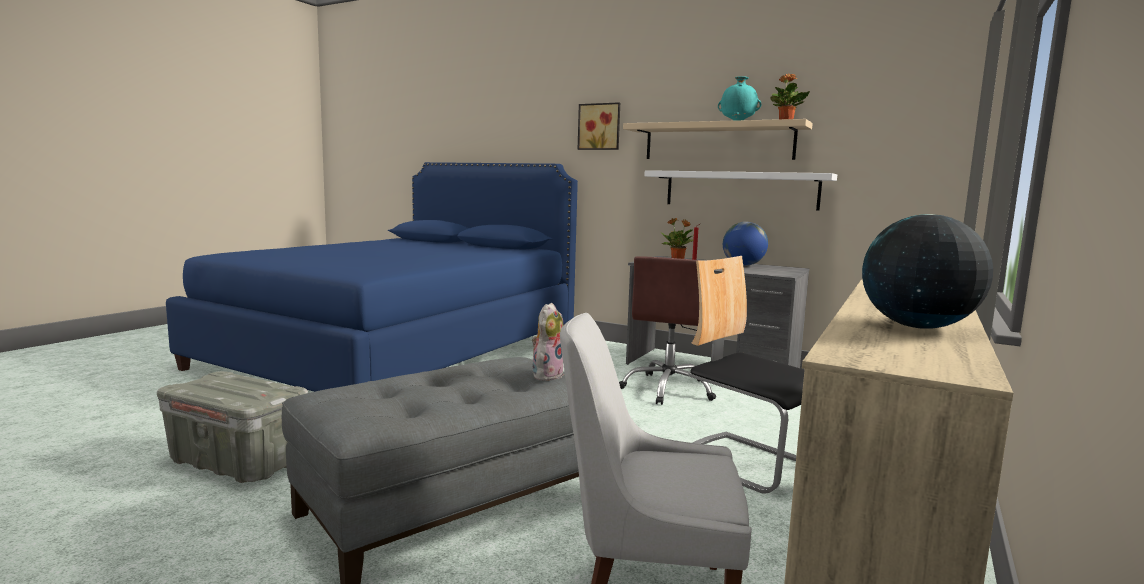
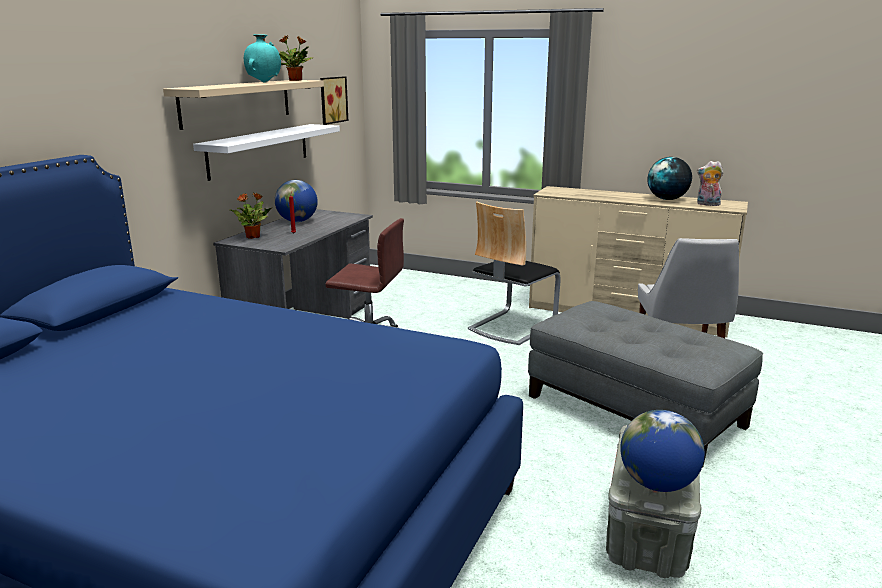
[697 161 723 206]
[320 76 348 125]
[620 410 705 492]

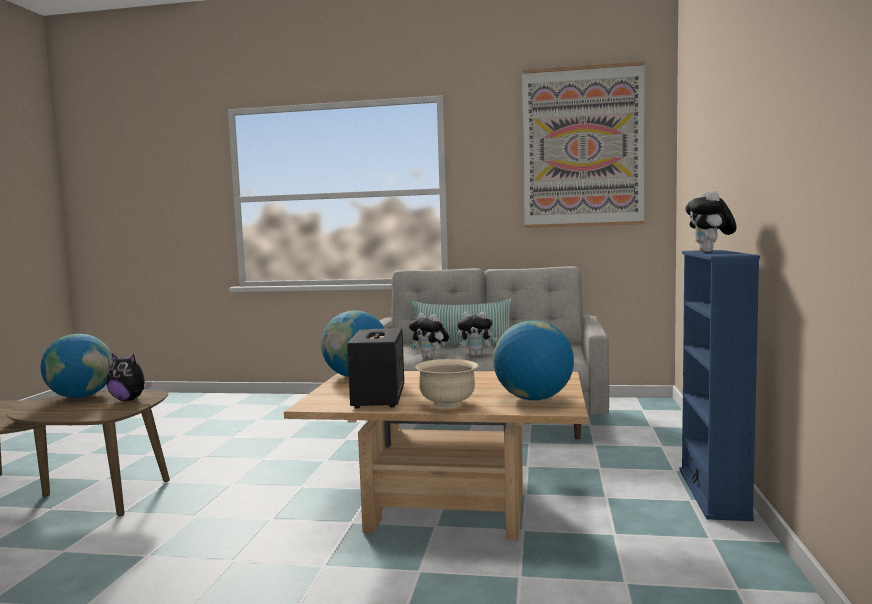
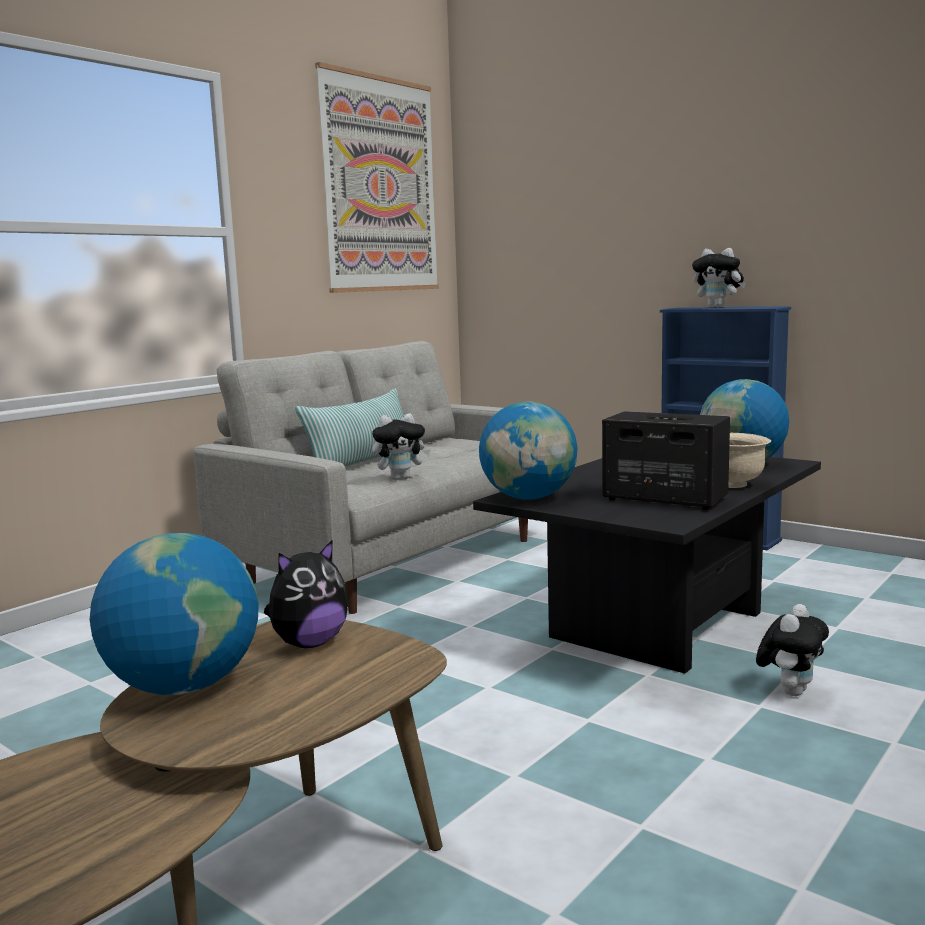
[473 457 821 673]
[756 604 829 696]

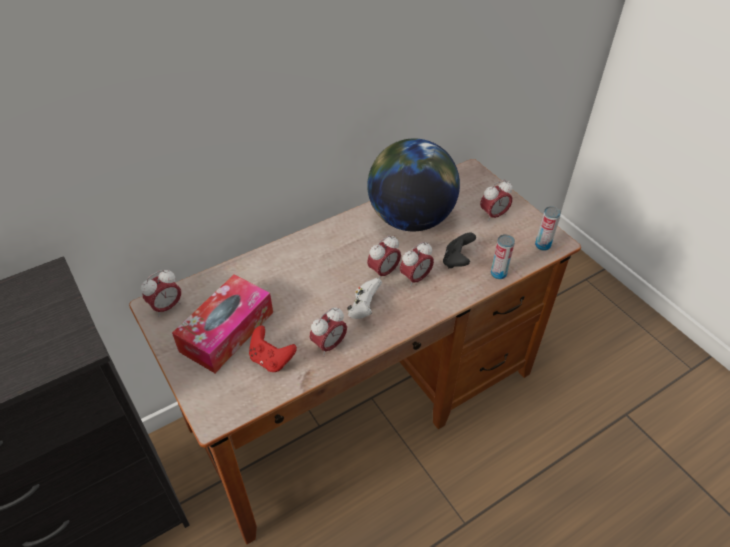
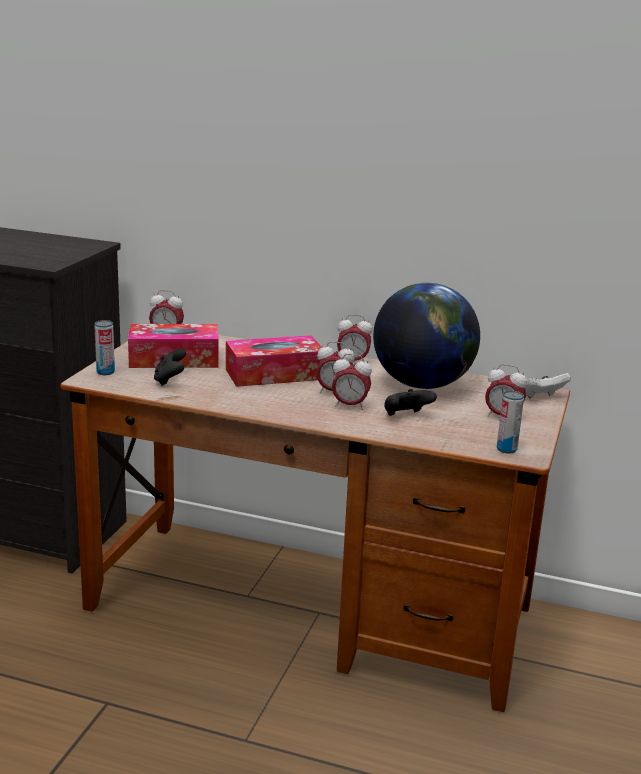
[154 348 186 386]
[337 315 372 361]
[525 373 571 398]
[94 320 115 375]
[226 335 322 387]

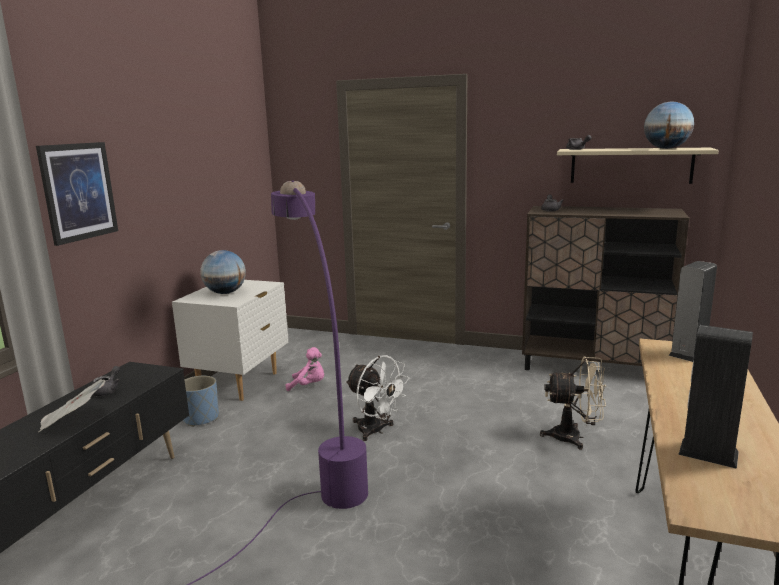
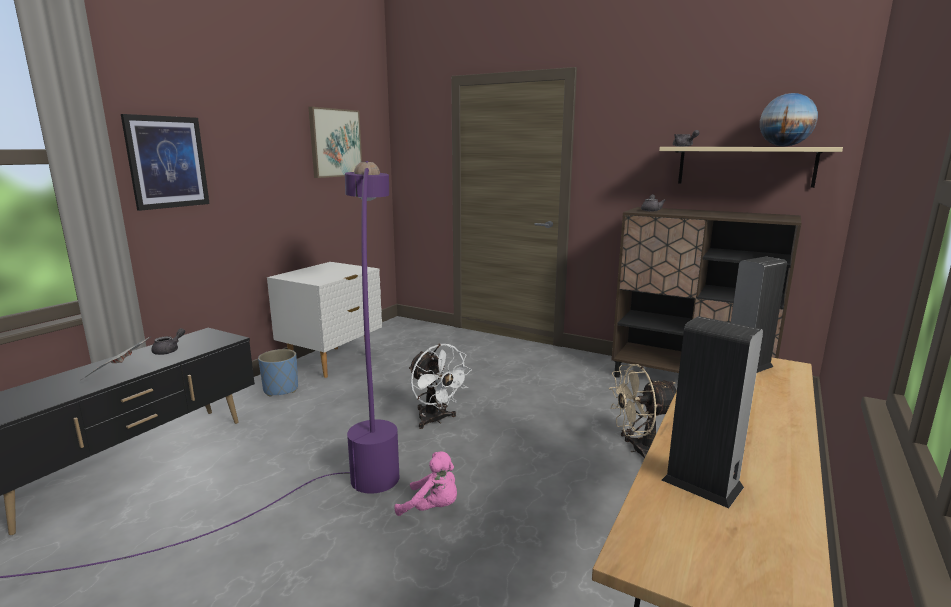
[200 250 246 294] (first image)
[395 451 457 516]
[609 364 677 459]
[308 107 362 178]

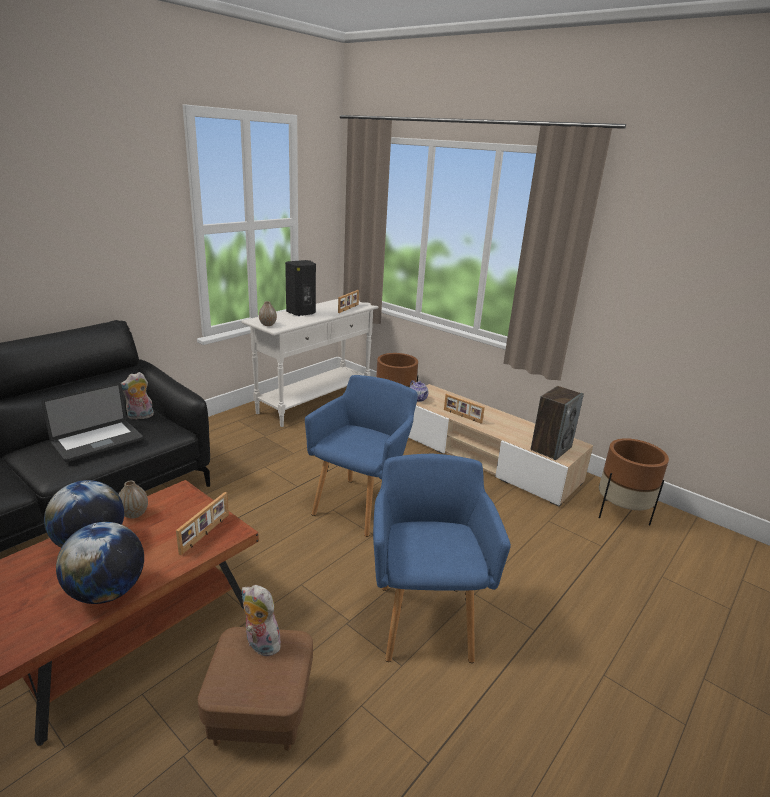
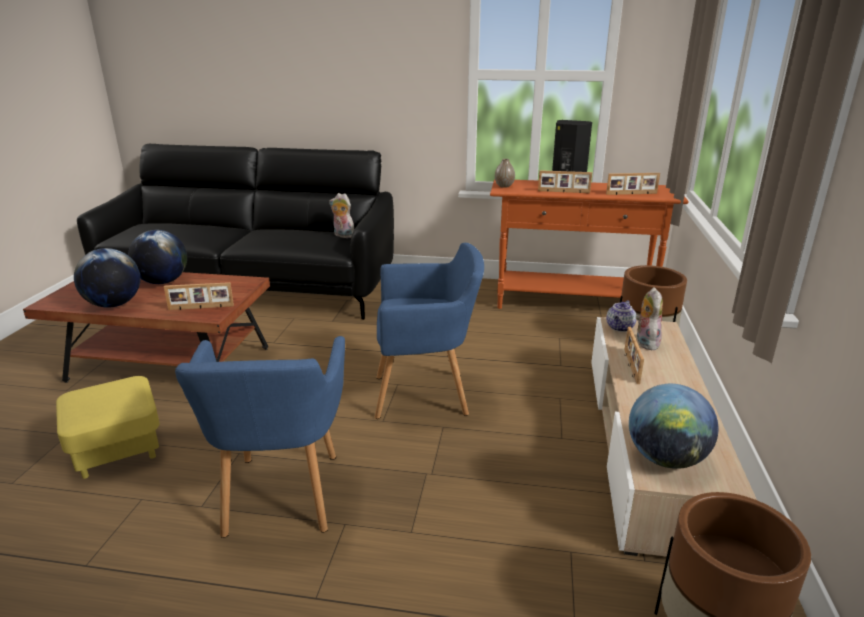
[41 383 143 462] (first image)
[119 480 148 519] (first image)
[56 376 160 479]
[490 179 689 309]
[636 287 663 350]
[175 336 345 538]
[629 384 718 469]
[538 170 592 193]

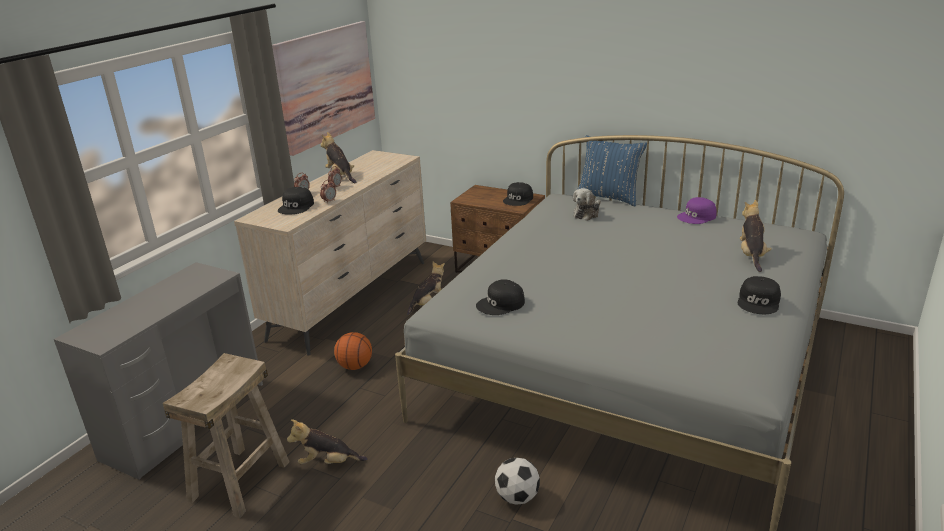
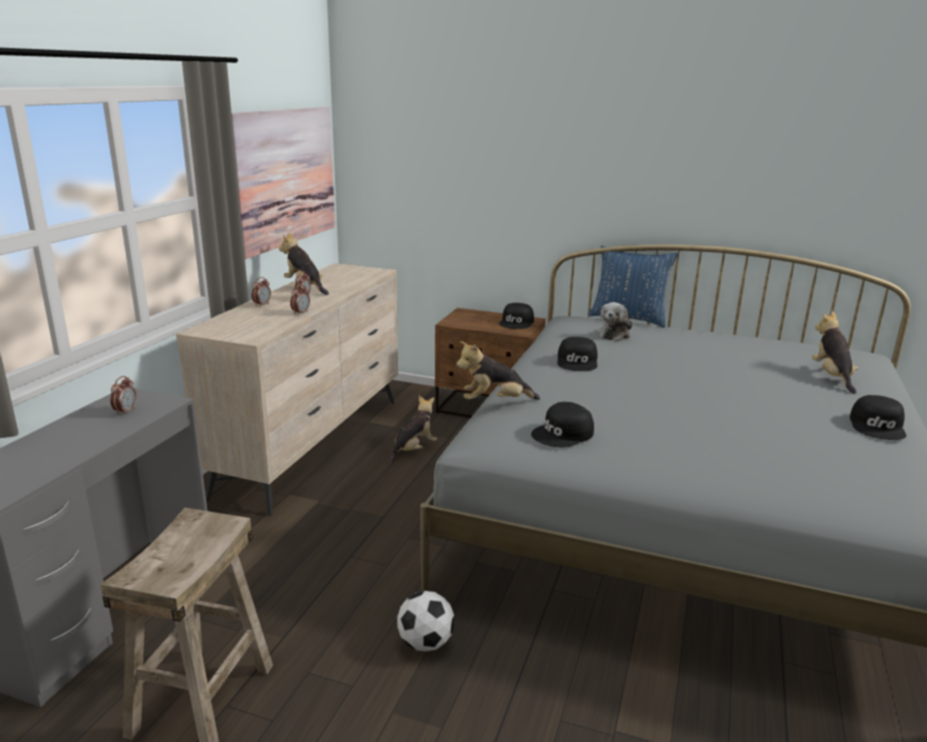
[557 337 598 371]
[456 341 540 400]
[334 332 372 370] (first image)
[397 591 454 651]
[677 197 717 224] (first image)
[110 376 136 416]

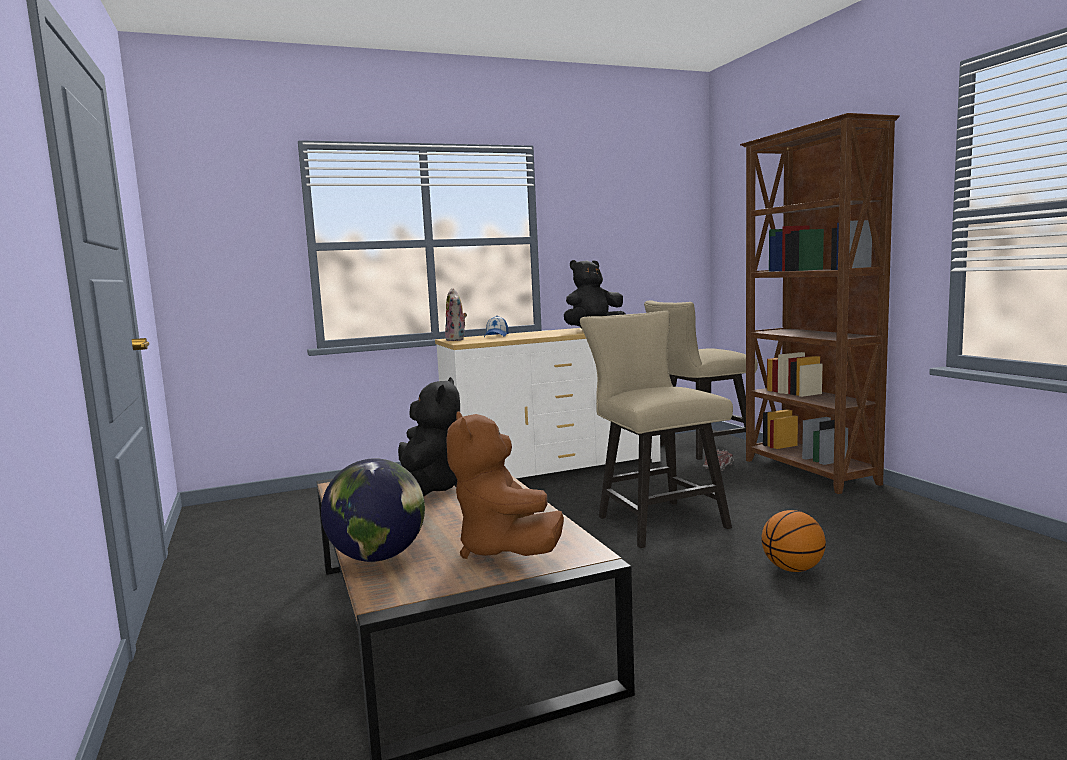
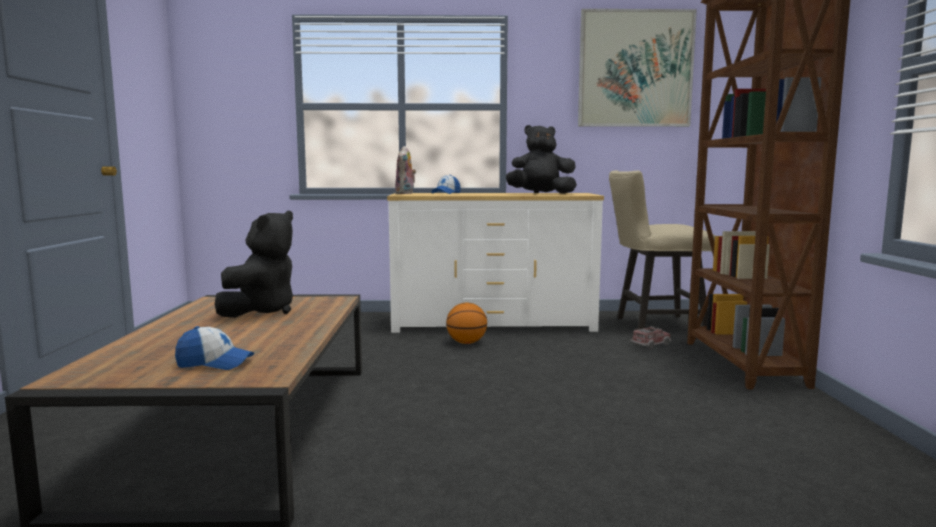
[321 458 425 562] (first image)
[175 326 254 370]
[580 311 733 548] (first image)
[446 303 487 344]
[578 9 697 127]

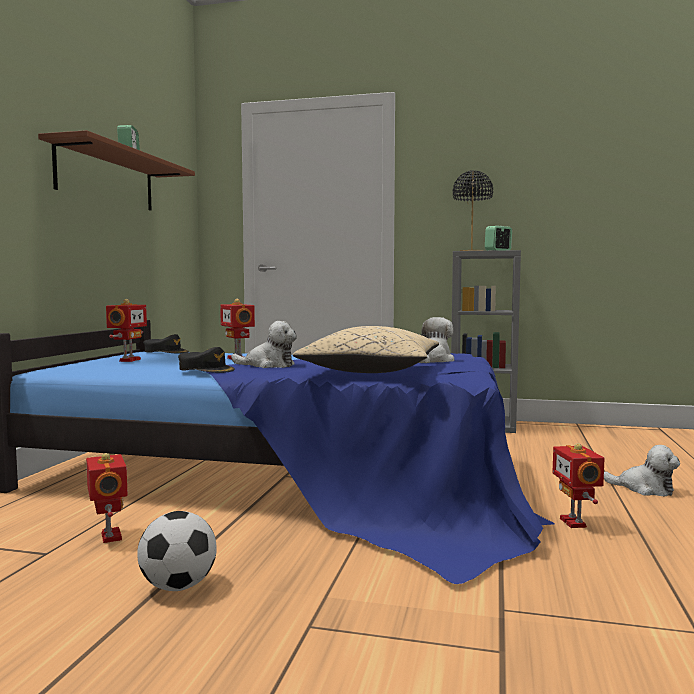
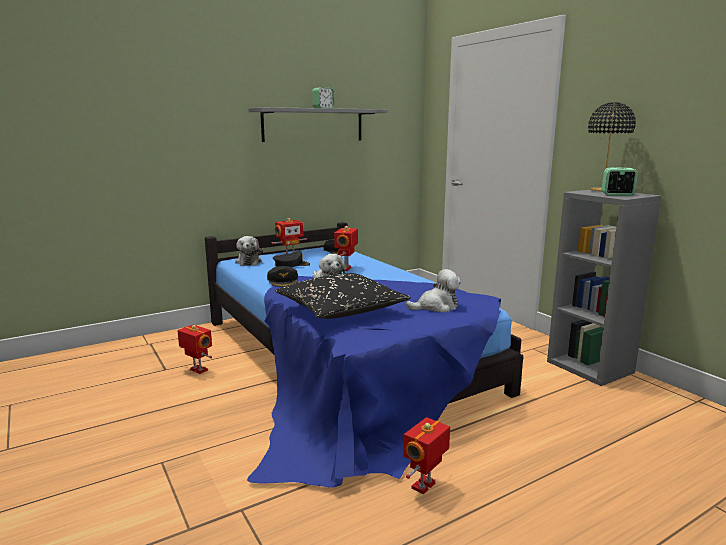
[249 107 388 142]
[177 325 212 374]
[137 511 217 591] (first image)
[275 273 411 319]
[235 236 263 266]
[273 250 310 268]

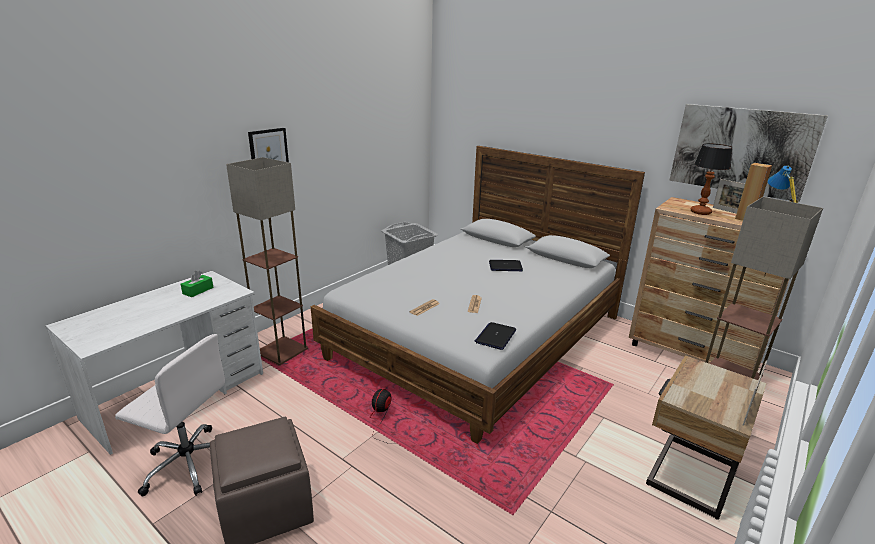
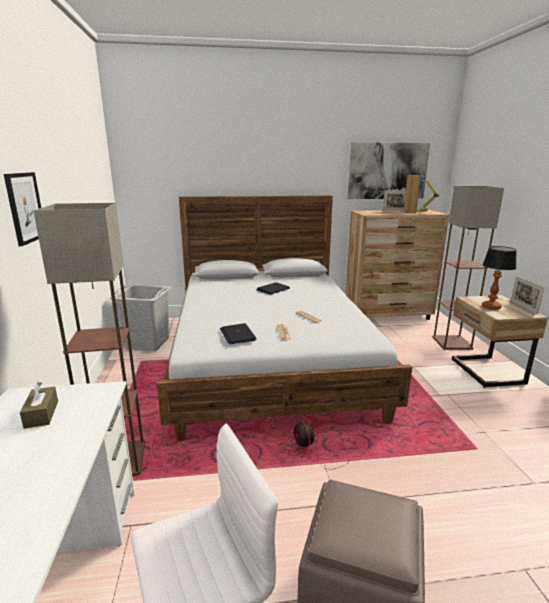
[20 382 58 429]
[220 323 256 344]
[482 246 516 310]

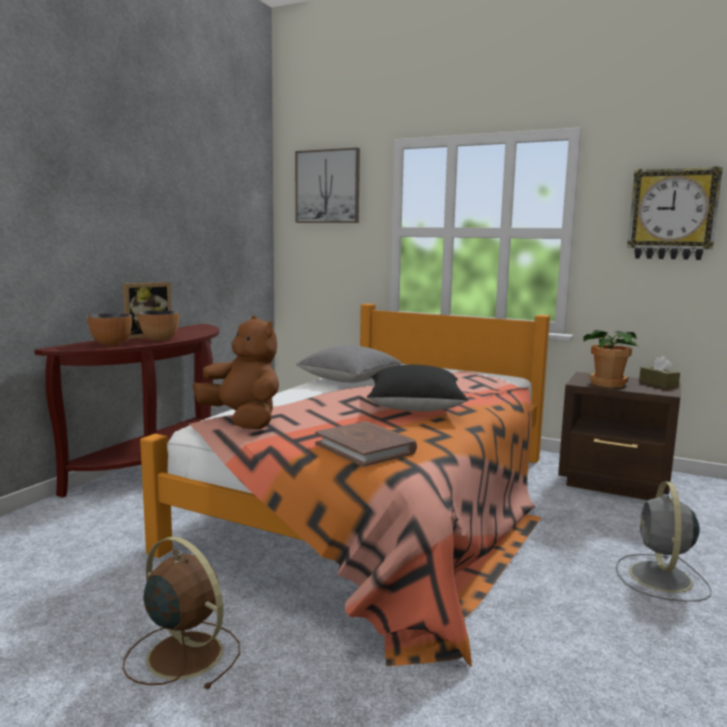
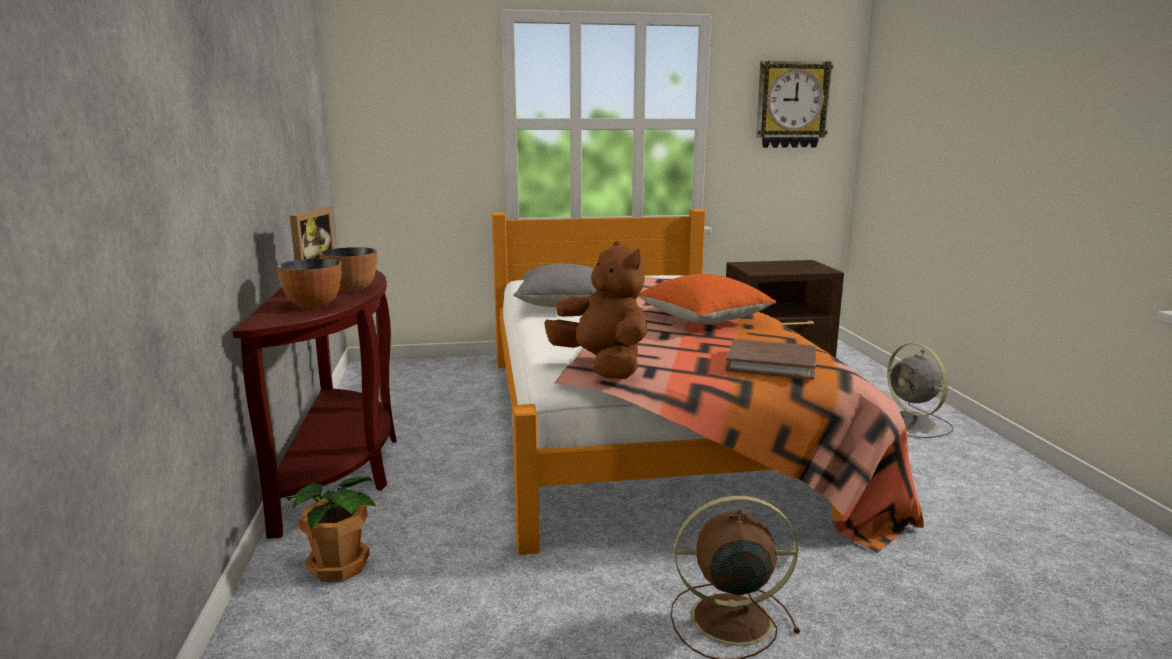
[544 241 648 379]
[295 148 360 223] (first image)
[638 274 777 324]
[285 477 377 582]
[639 356 680 388] (first image)

